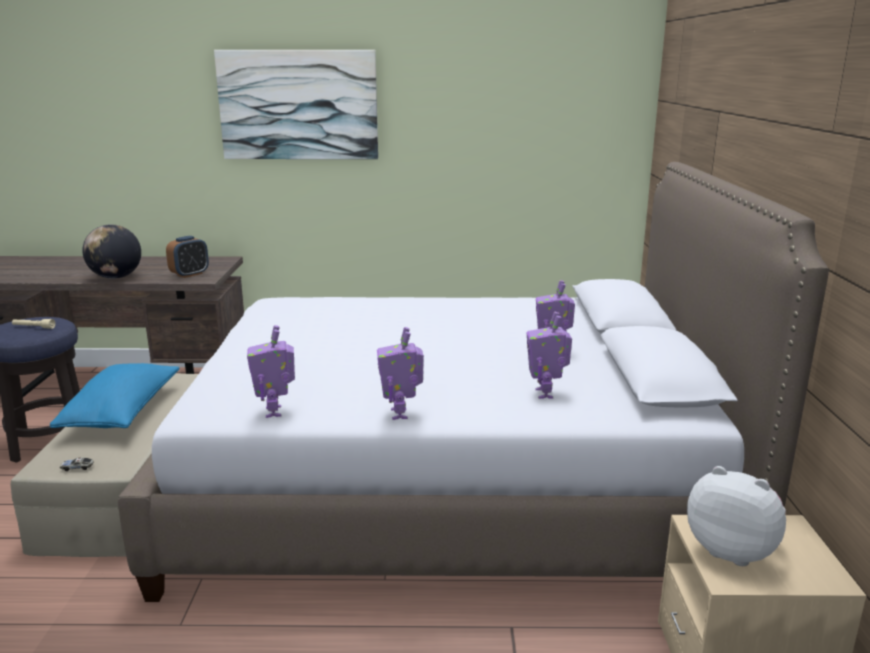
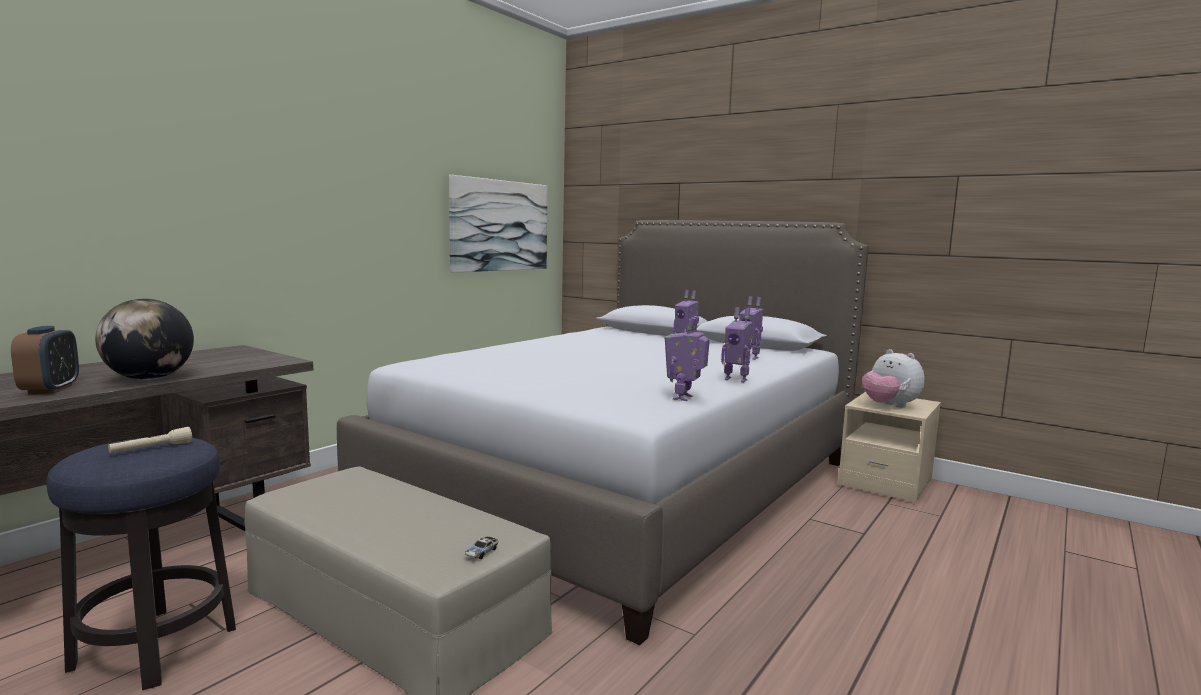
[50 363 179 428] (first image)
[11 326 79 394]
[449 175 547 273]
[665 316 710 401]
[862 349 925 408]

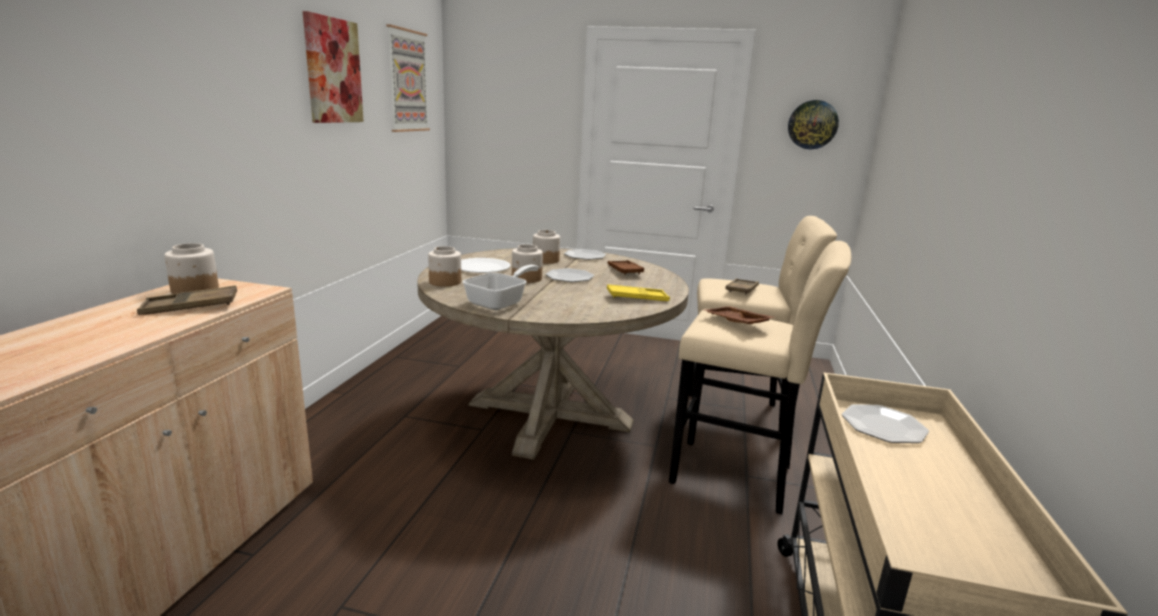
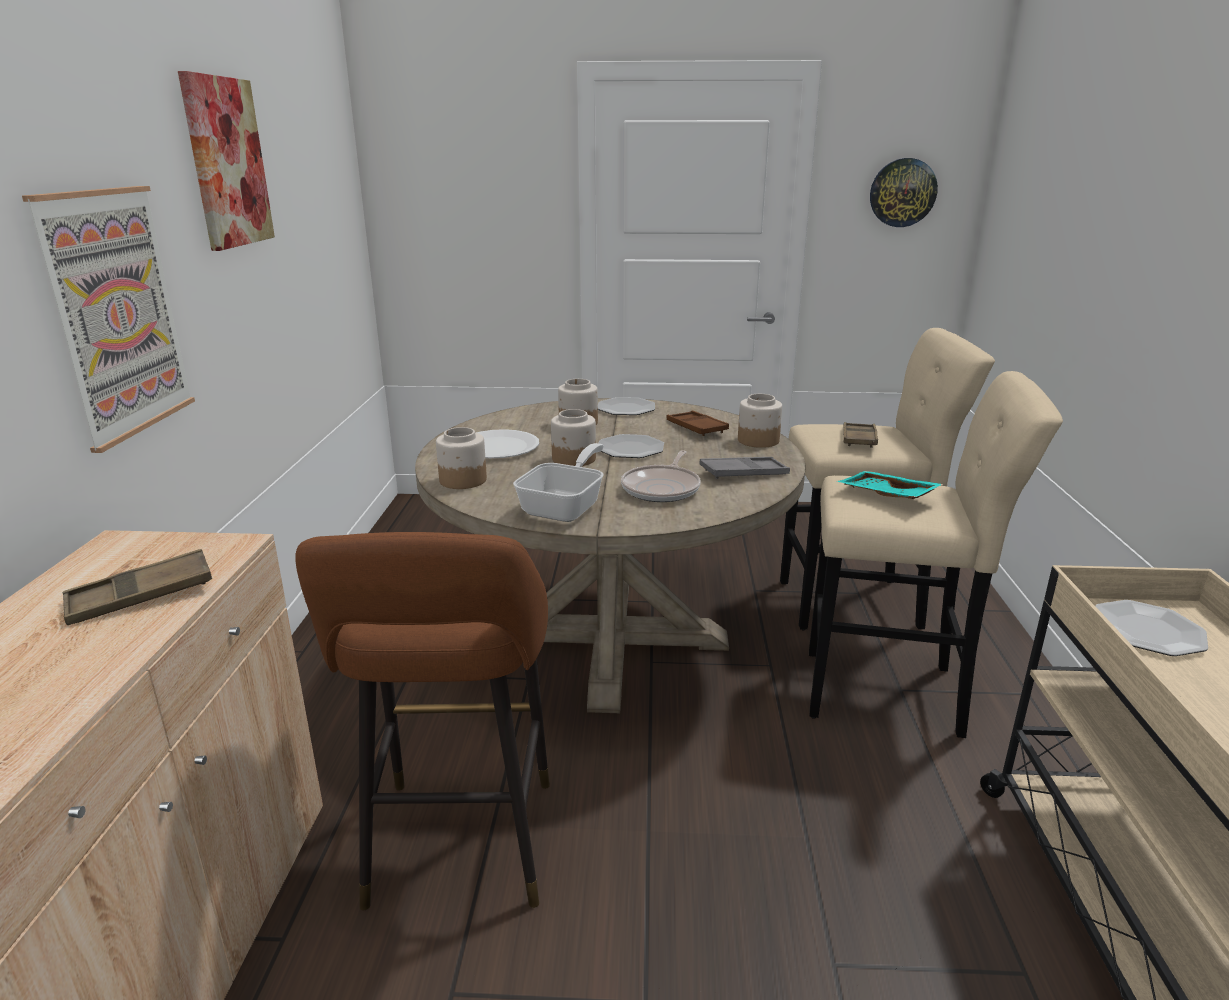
[738 394 782 448]
[22 186 195 453]
[700 457 790 479]
[836 471 943 499]
[295 532 550 910]
[621 450 701 502]

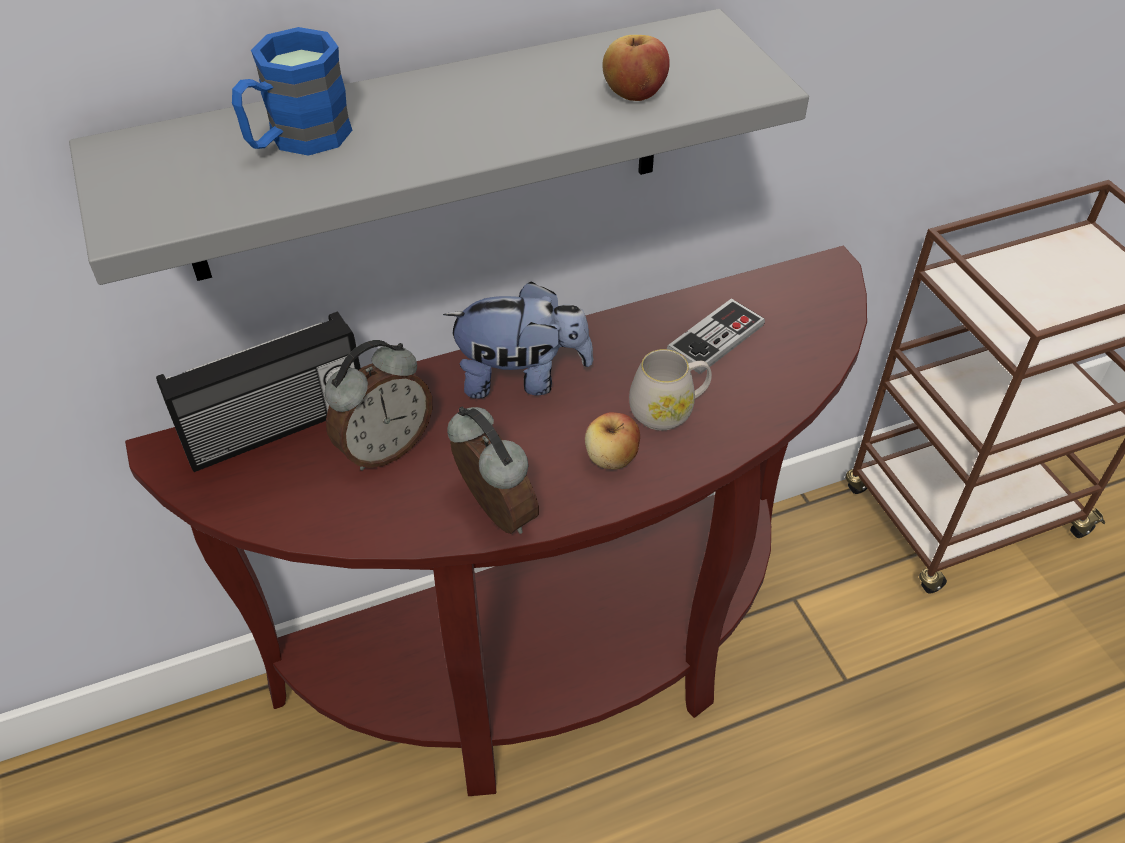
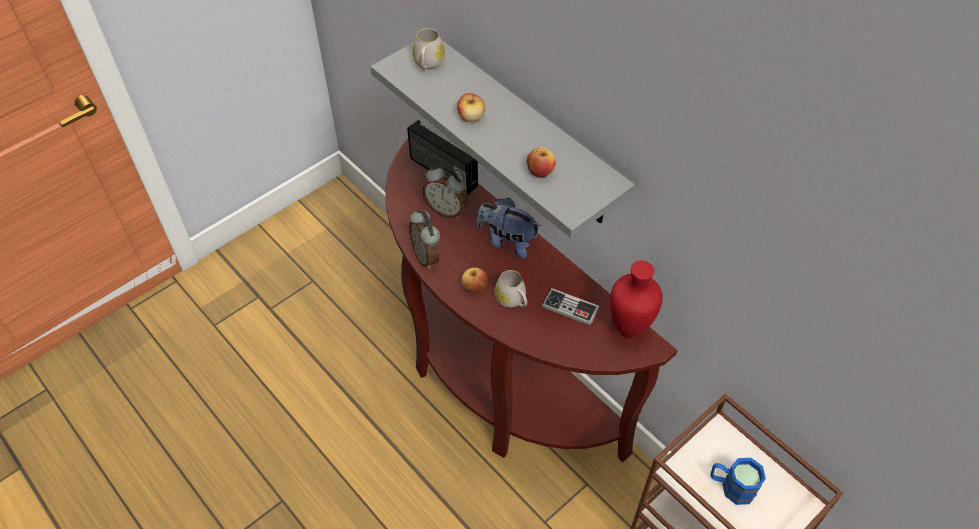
[710 458 766 505]
[477 198 540 258]
[409 209 440 269]
[413 28 445 70]
[457 93 485 122]
[610 261 663 338]

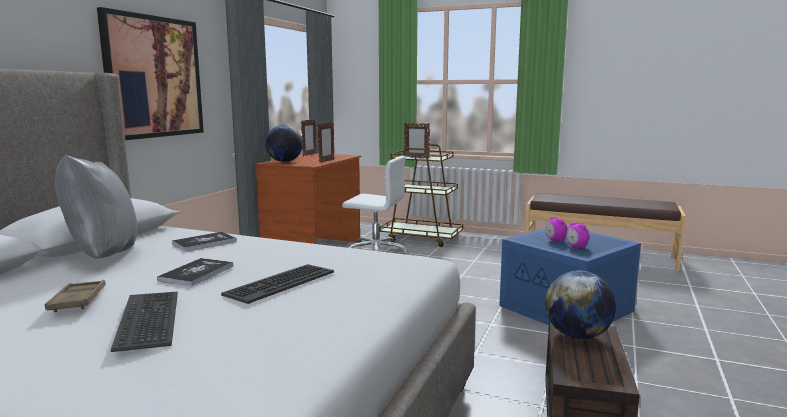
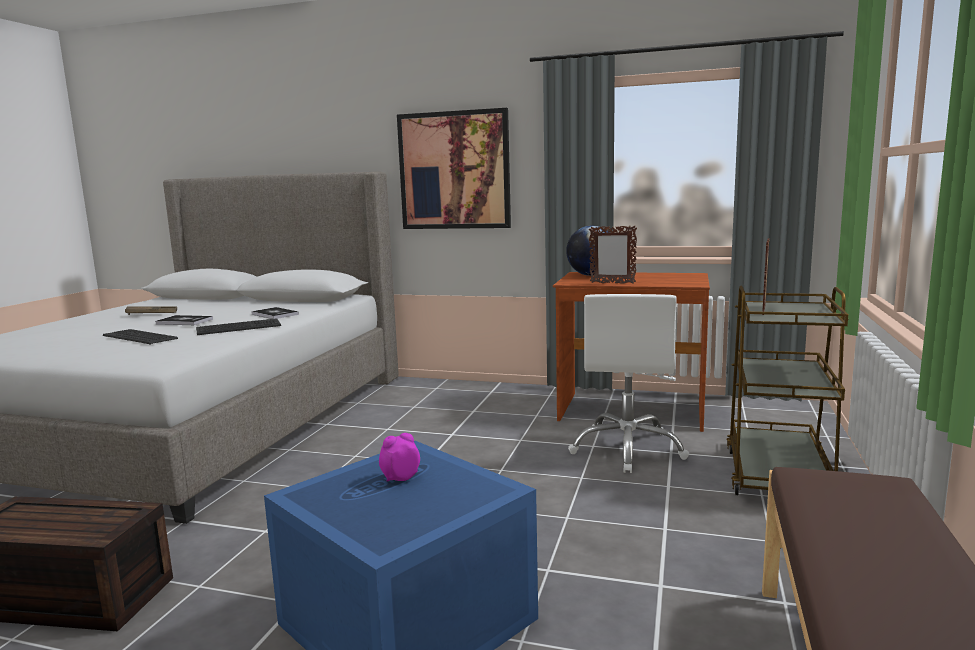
[55 155 137 259] (first image)
[196 318 281 335]
[301 119 317 156] (first image)
[545 271 616 339] (first image)
[566 222 589 248] (first image)

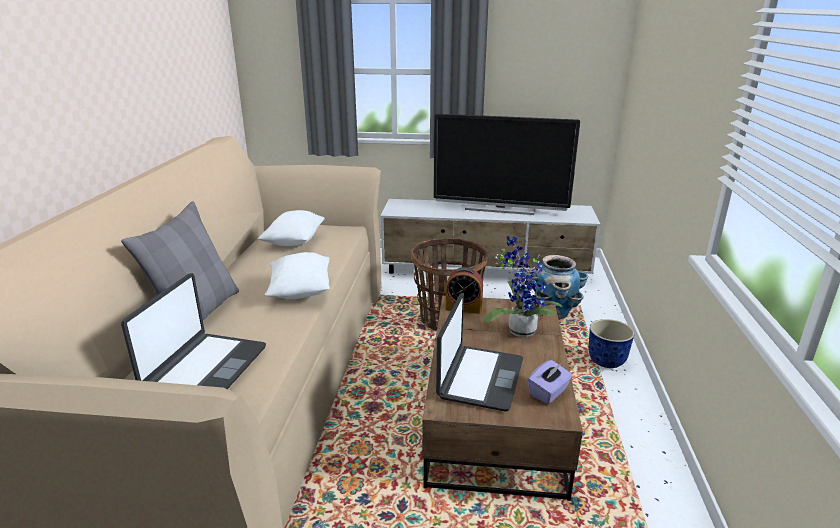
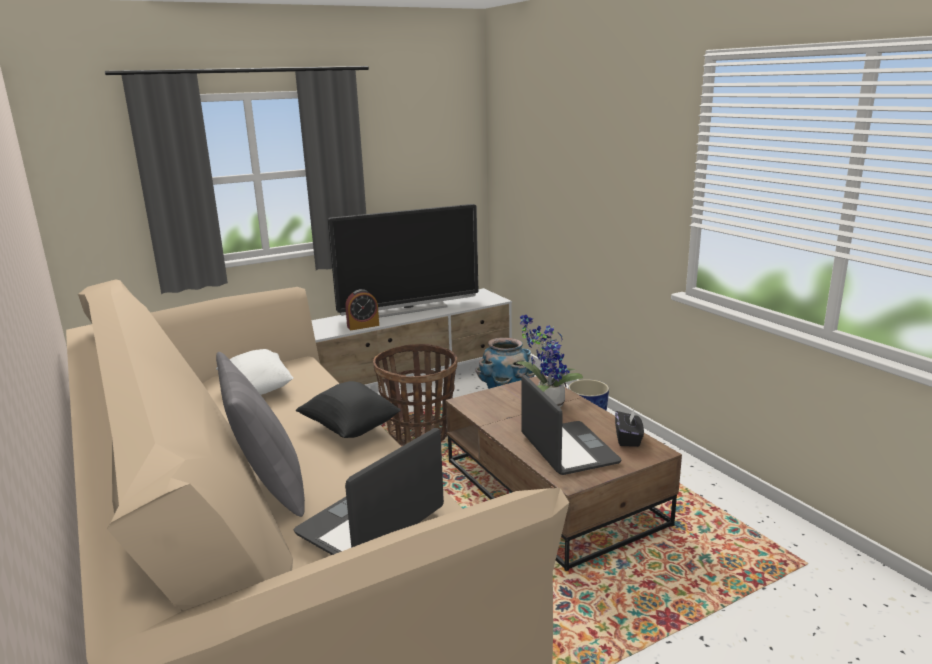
[293 428 444 555]
[296 381 401 438]
[345 289 379 330]
[615 409 644 447]

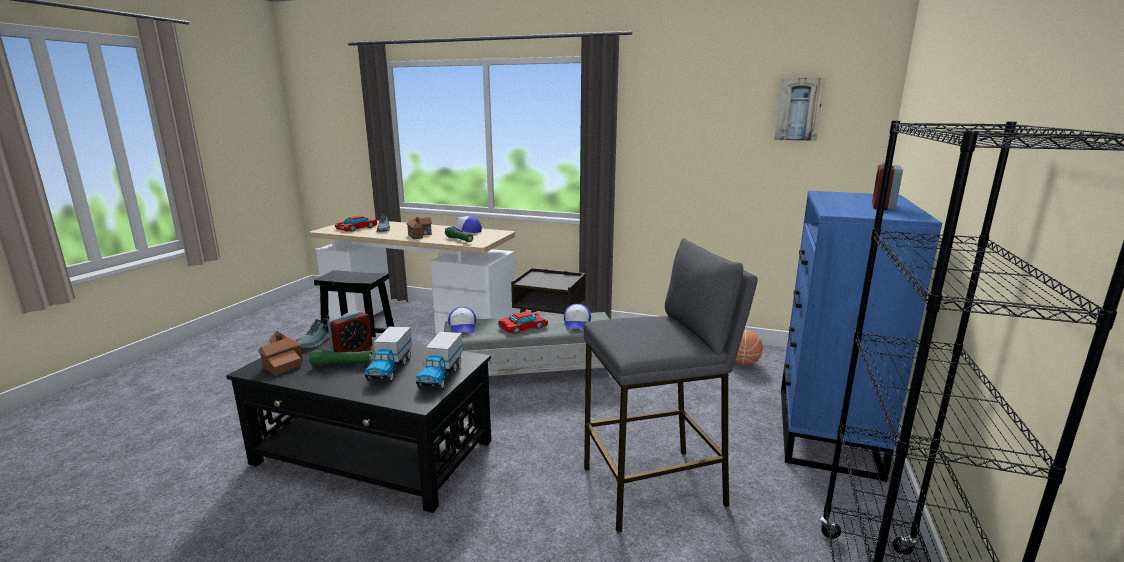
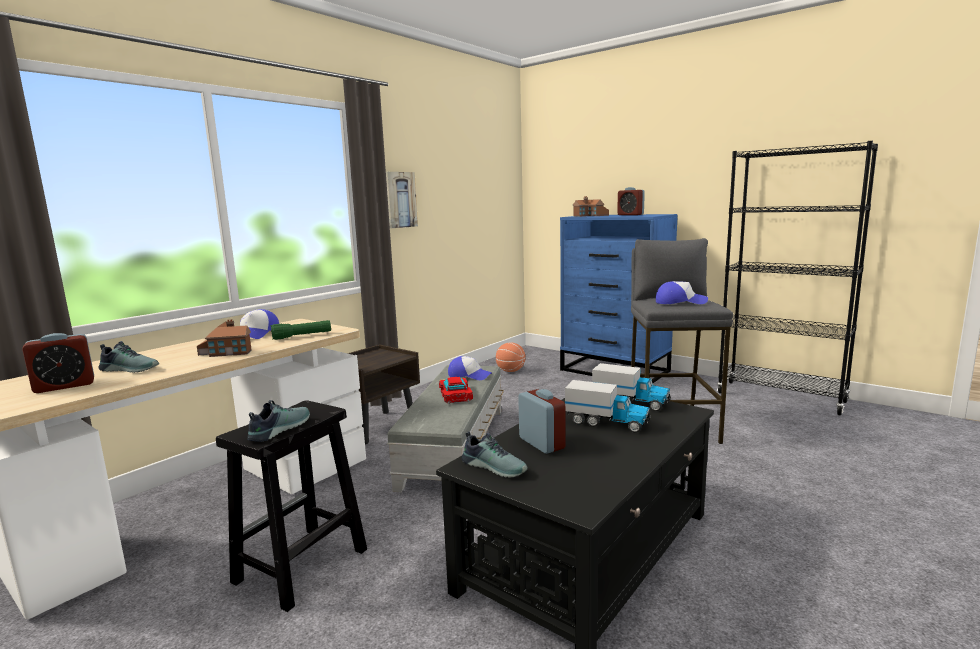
[572 196 609 217]
[309 350 372 366] (first image)
[22 333 94 393]
[656 281 708 304]
[386 172 418 228]
[247 400 310 442]

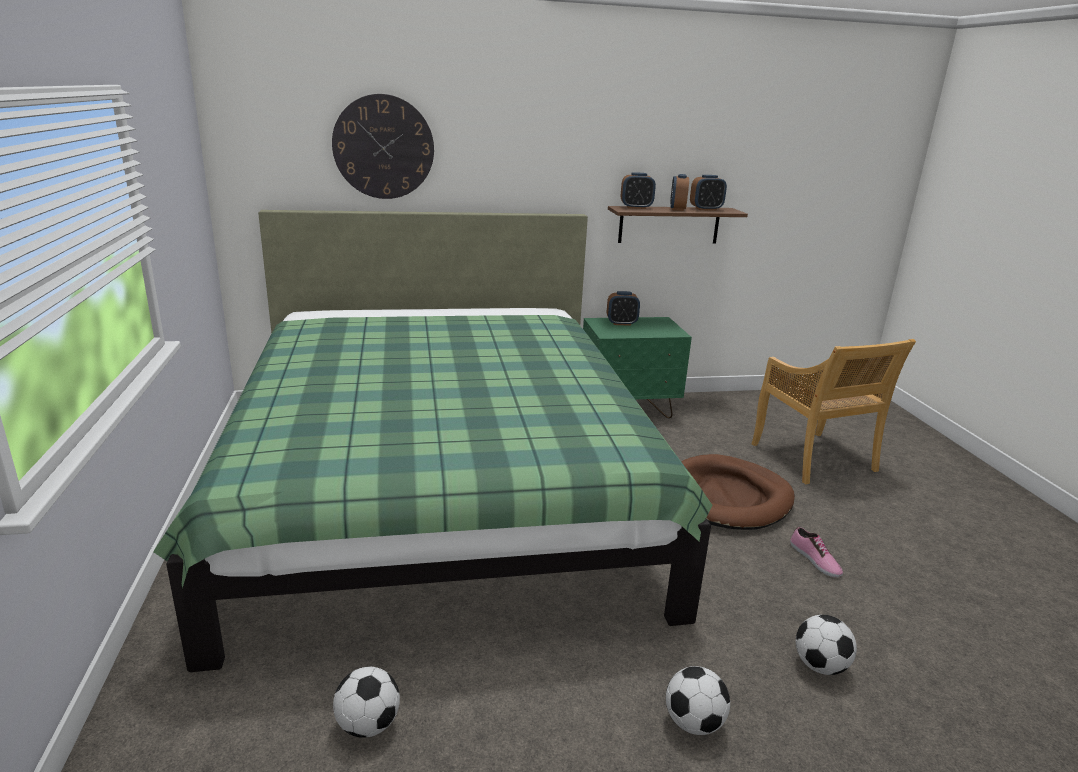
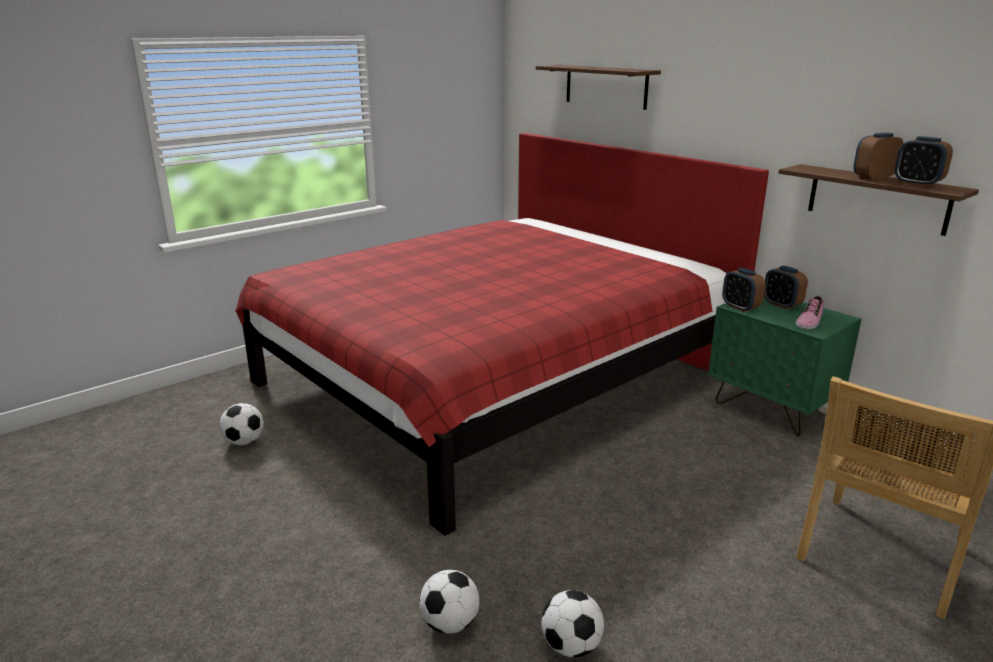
[235 133 769 536]
[536 65 661 110]
[722 268 766 312]
[541 590 604 657]
[681 454 795 530] (first image)
[796 296 824 329]

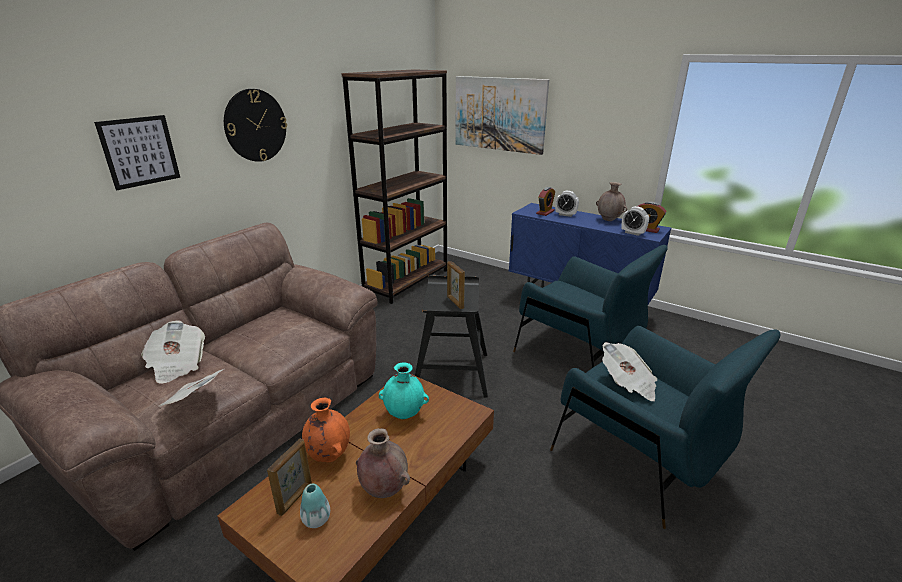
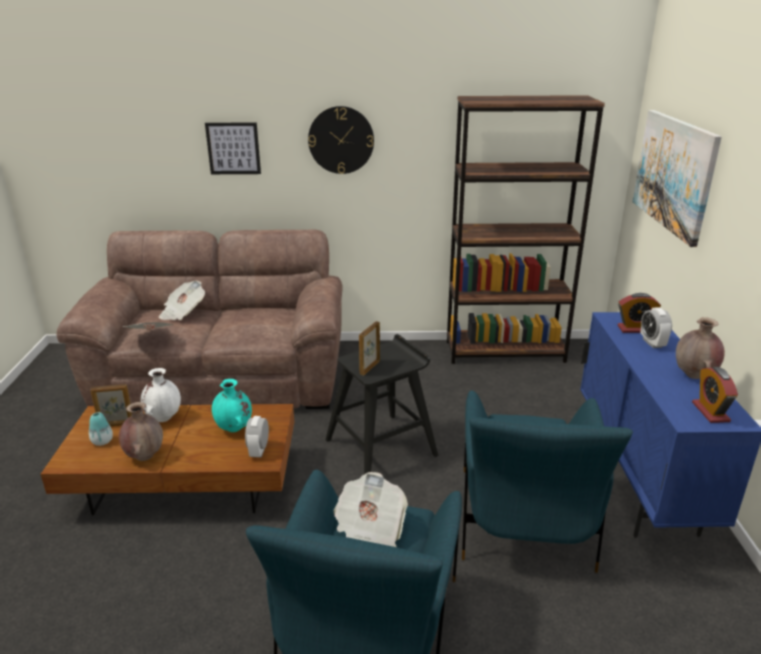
[141 368 181 422]
[245 416 269 458]

